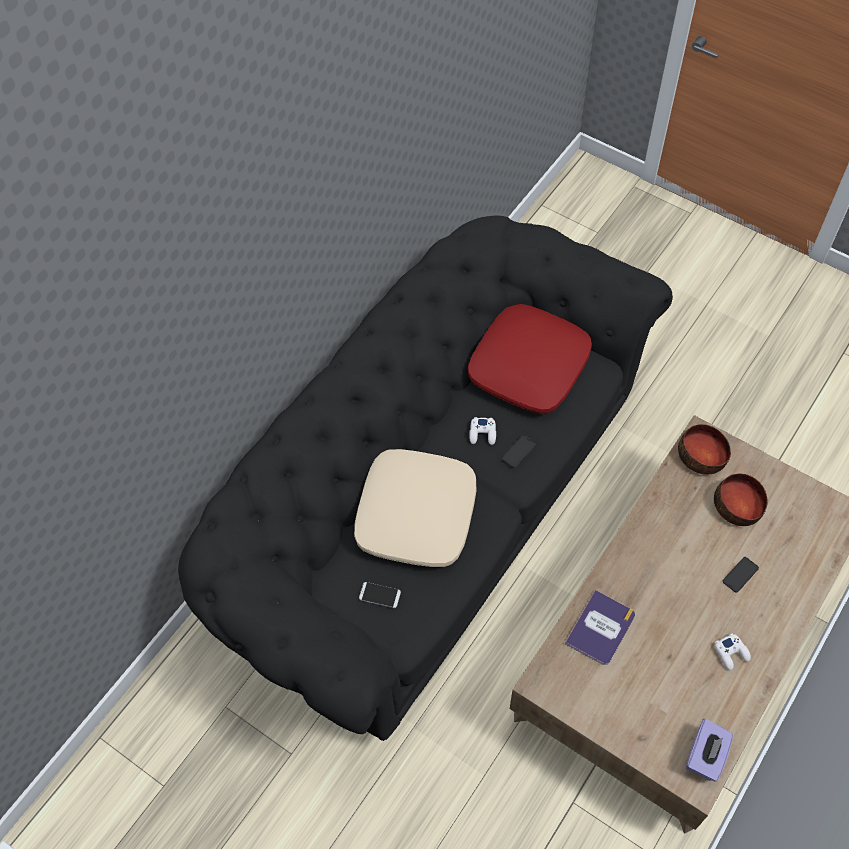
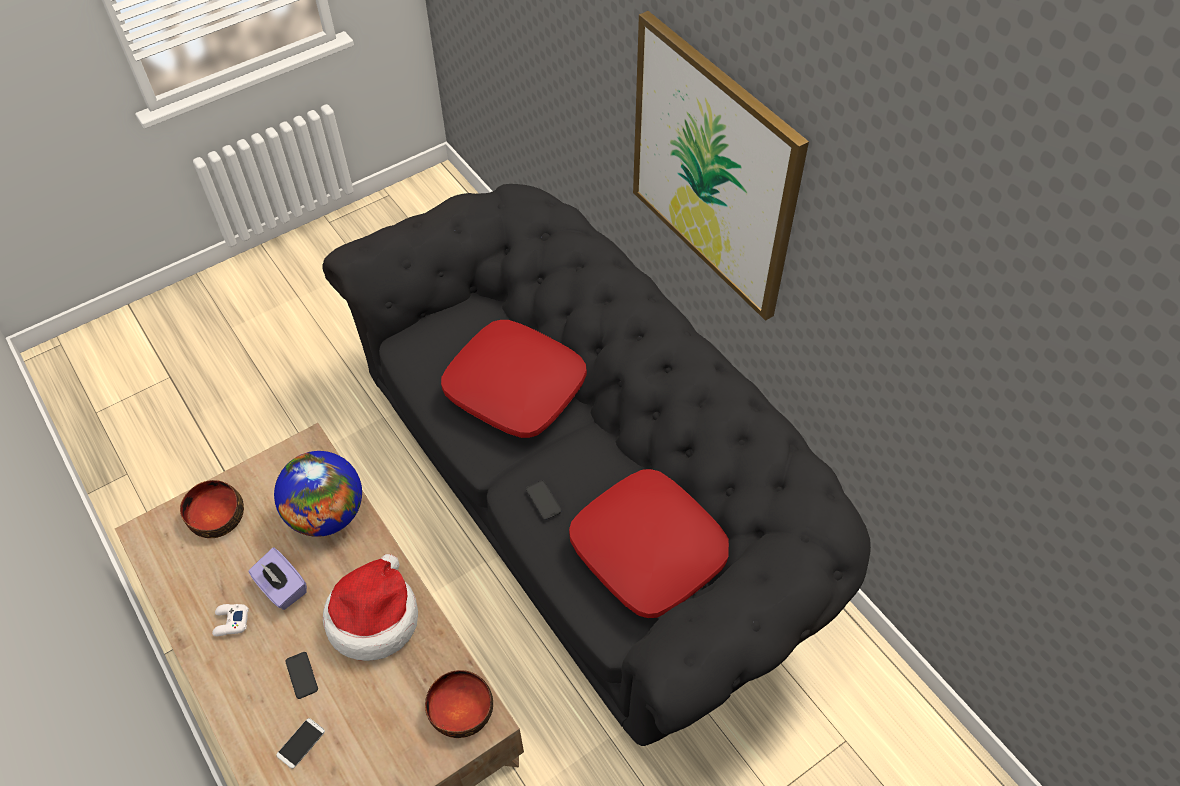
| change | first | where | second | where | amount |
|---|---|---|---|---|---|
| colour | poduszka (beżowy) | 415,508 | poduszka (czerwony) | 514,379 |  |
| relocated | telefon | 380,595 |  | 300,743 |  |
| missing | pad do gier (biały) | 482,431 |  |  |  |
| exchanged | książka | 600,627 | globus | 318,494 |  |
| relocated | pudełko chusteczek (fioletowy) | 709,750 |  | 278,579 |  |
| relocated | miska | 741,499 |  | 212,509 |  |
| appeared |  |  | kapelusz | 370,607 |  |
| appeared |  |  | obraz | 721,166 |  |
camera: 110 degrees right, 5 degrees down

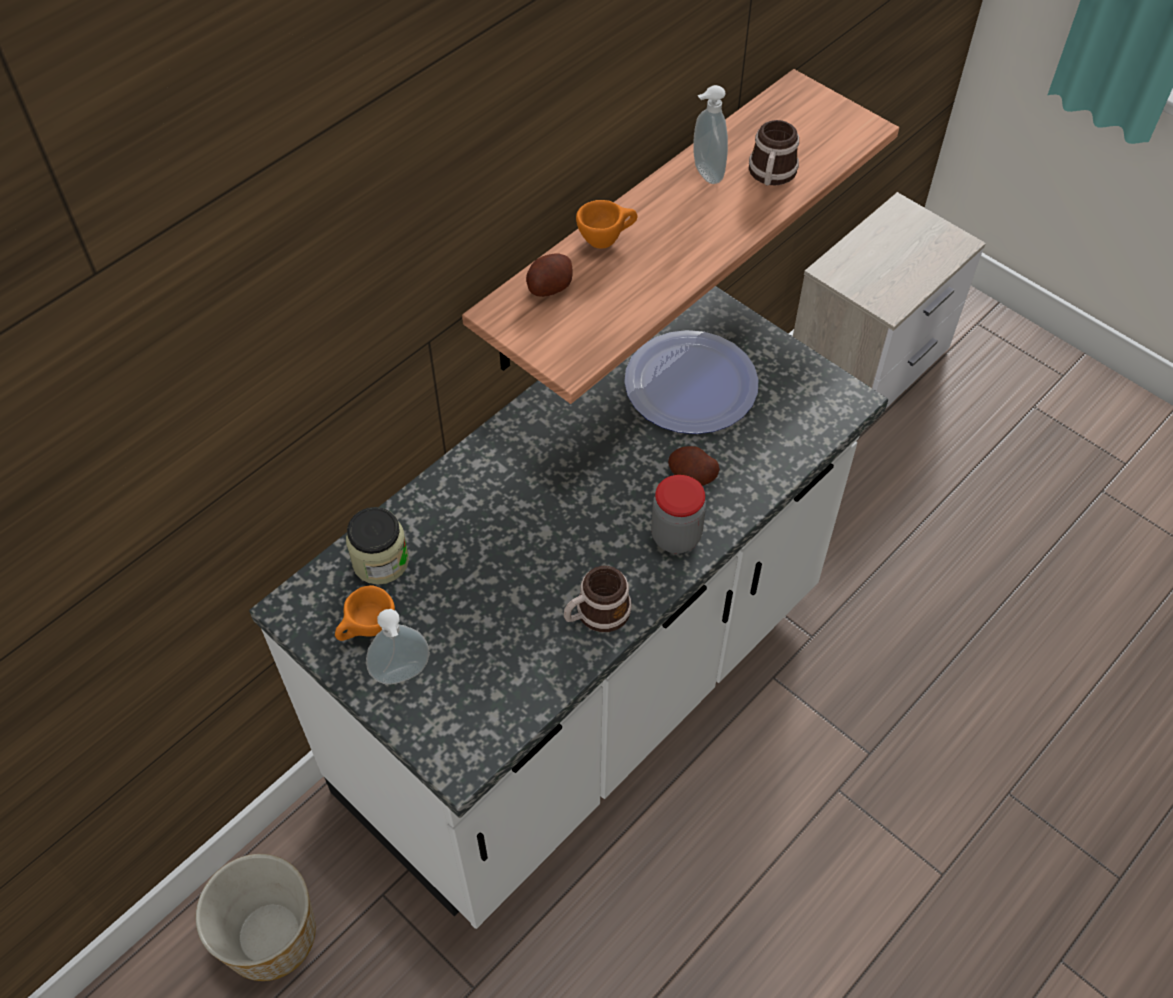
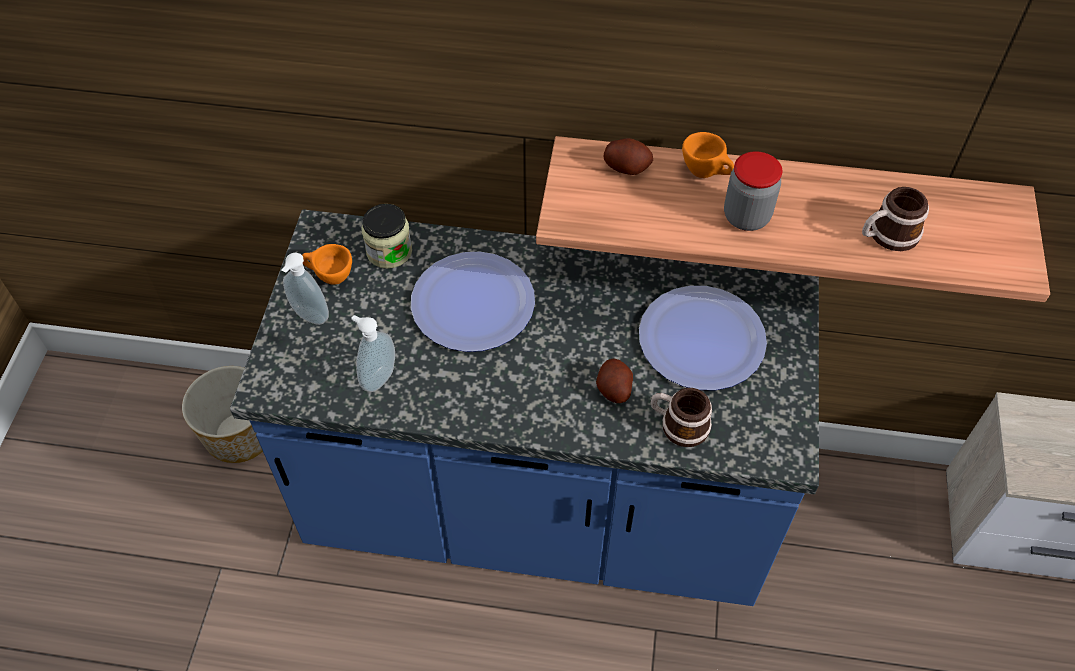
| change | first | where | second | where | amount |
|---|---|---|---|---|---|
| colour | zabudowa kuchenna (biały) | 568,607 | zabudowa kuchenna (niebieski) | 524,407 |  |
| relocated | kubek | 598,599 |  | 681,417 |  |
| relocated | słoik | 678,514 |  | 753,191 |  |
| relocated | dozownik mydła | 710,134 |  | 373,353 |  |
| appeared |  |  | talerz | 473,301 |  |
camera: 55 degrees right, 0 degrees up

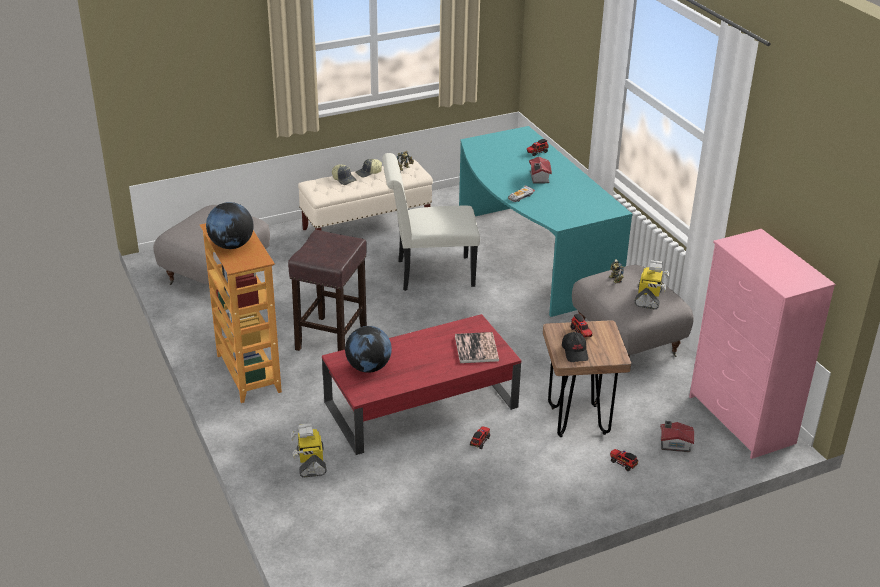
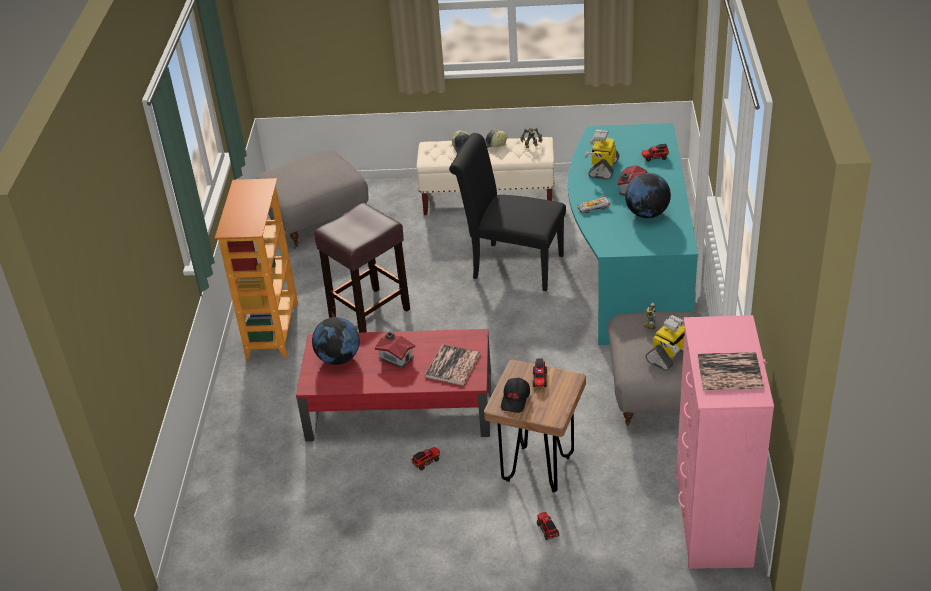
| change | first | where | second | where | amount |
|---|---|---|---|---|---|
| relocated | globus | 230,225 |  | 648,195 |  |
| relocated | robot zabawkowy | 309,450 |  | 602,154 |  |
| colour | krzesło (biały) | 431,222 | krzesło (czarny) | 507,212 |  |
| relocated | domek | 677,436 |  | 395,350 |  |
| appeared |  |  | książka | 730,371 |  |
camera: 30 degrees right, 5 degrees up

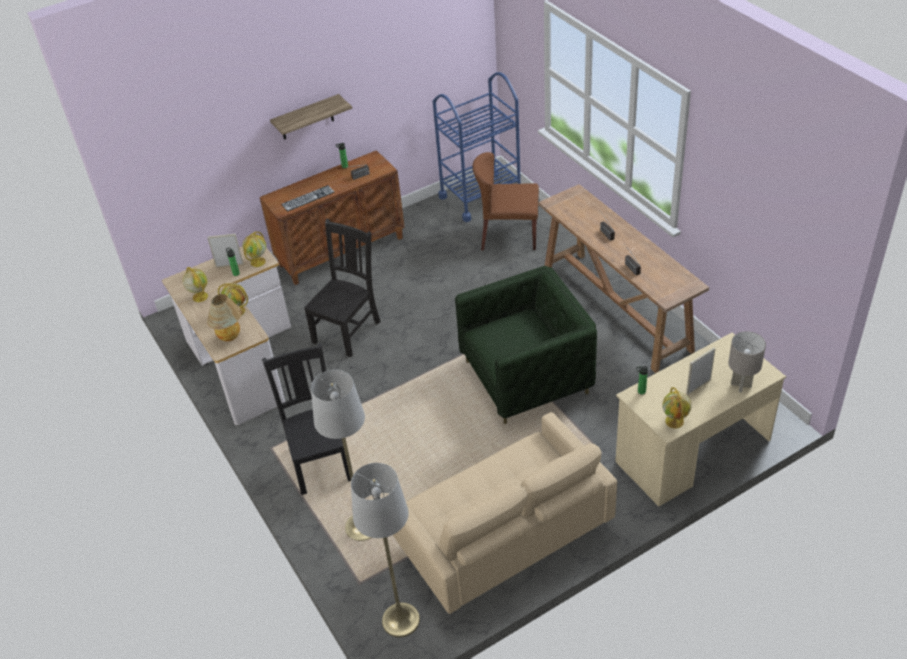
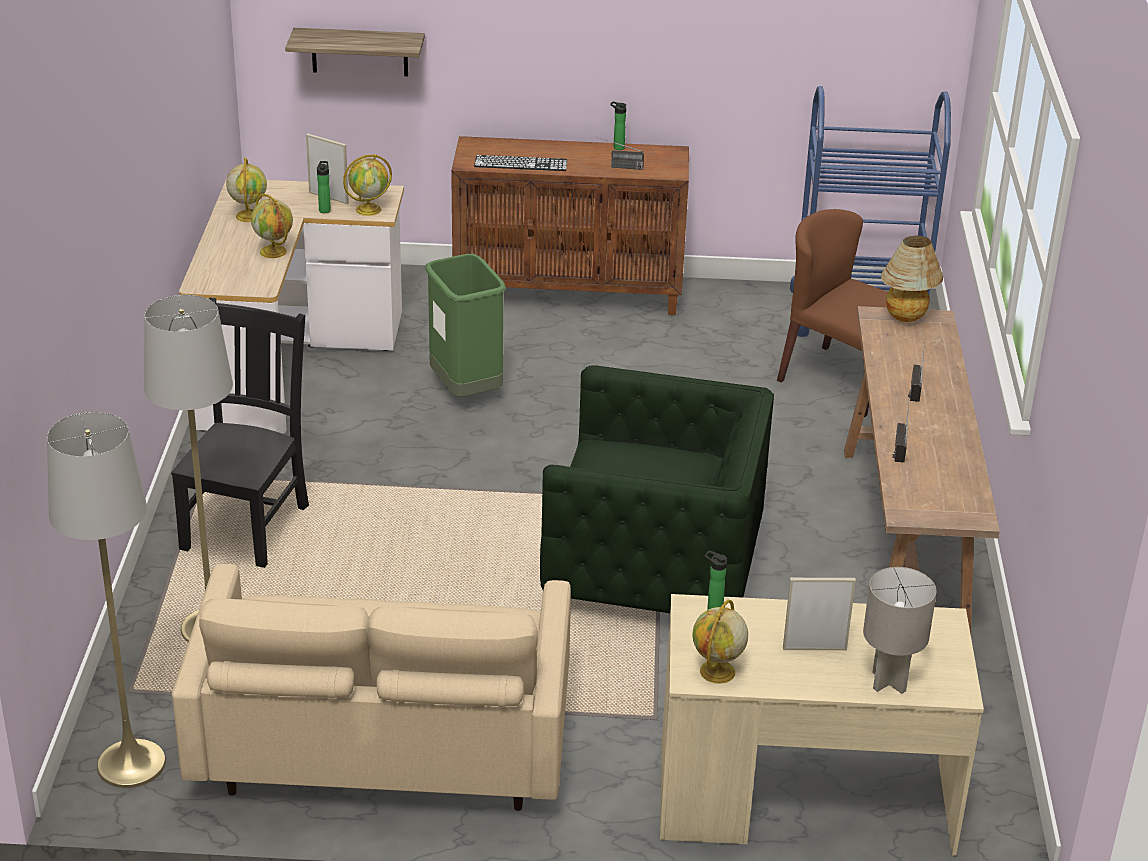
| change | first | where | second | where | amount |
|---|---|---|---|---|---|
| relocated | lampa stołowa | 224,317 |  | 912,279 |  |
| relocated | półka | 311,117 |  | 355,52 |  |
| exchanged | krzesło (czarny) | 342,288 | kosz na śmieci (zielony) | 466,325 |  |
camera: 30 degrees right, 10 degrees down

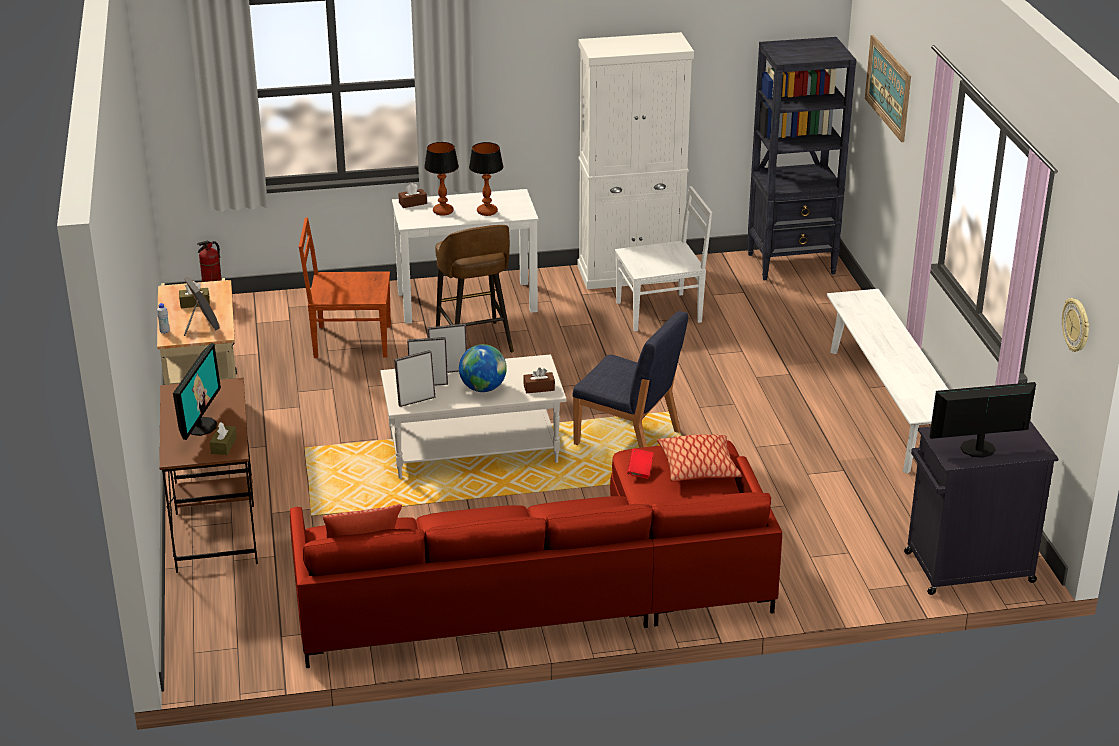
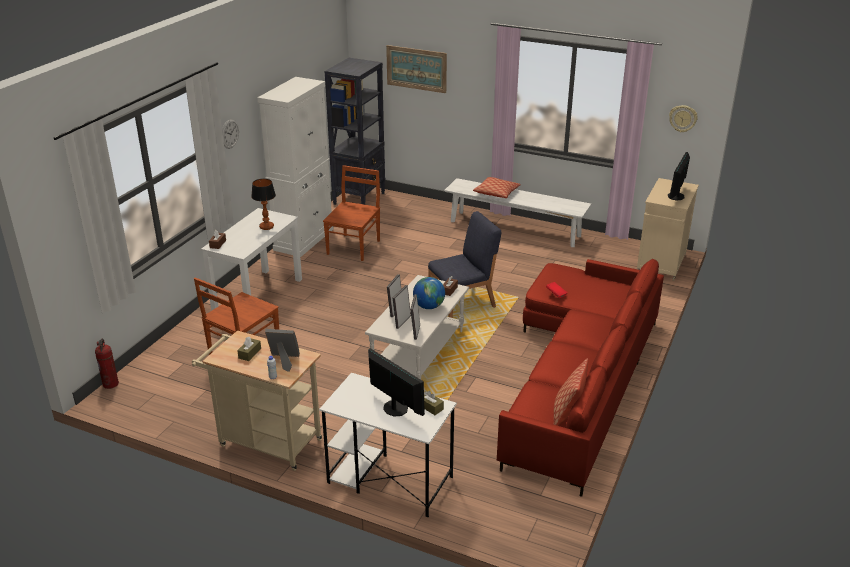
| change | first | where | second | where | amount |
|---|---|---|---|---|---|
| colour | biurko (brązowy) | 208,475 | biurko (biały) | 388,445 |  |
| missing | lampa stołowa | 441,179 |  |  |  |
| missing | stołek (brązowy) | 474,289 |  |  |  |
| colour | krzesło (biały) | 663,259 | krzesło (brązowy) | 351,213 |  |
| relocated | poduszka | 699,458 |  | 497,187 |  |
| colour | szafka (czarny) | 981,508 | szafka (beżowy) | 668,229 |  |
| appeared |  |  | zegar ścienny | 230,134 |  |
camera: 55 degrees left, 0 degrees up

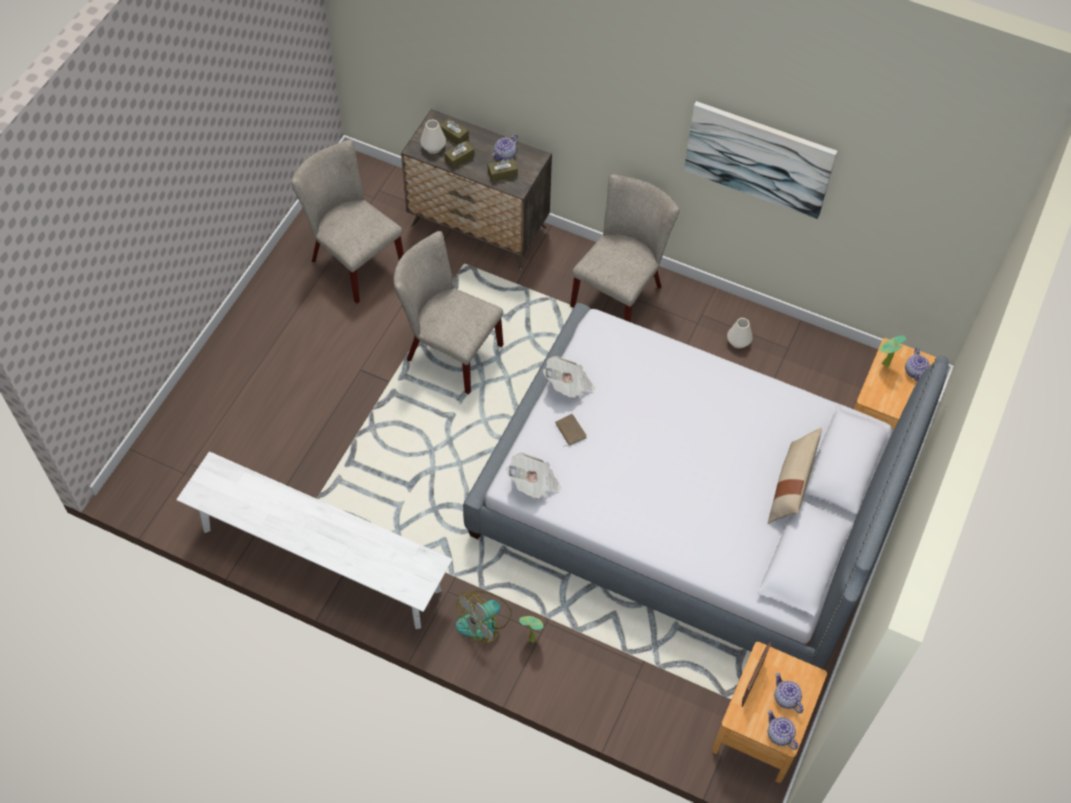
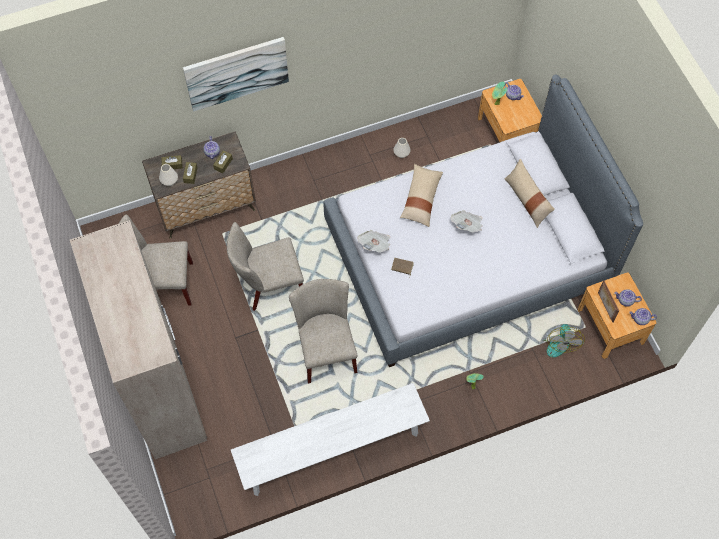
| change | first | where | second | where | amount |
|---|---|---|---|---|---|
| relocated | wentylator | 484,617 |  | 564,341 |  |
| relocated | gazeta | 533,476 |  | 467,221 |  |
| relocated | krzesło (beżowy) | 624,248 |  | 323,331 |  |
| relocated | obraz | 761,160 |  | 236,74 |  |
| appeared |  |  | szafa (beżowy) | 138,339 |  |
| appeared |  |  | poduszka (beżowy) | 421,195 |  |
camera: 45 degrees left, 5 degrees up

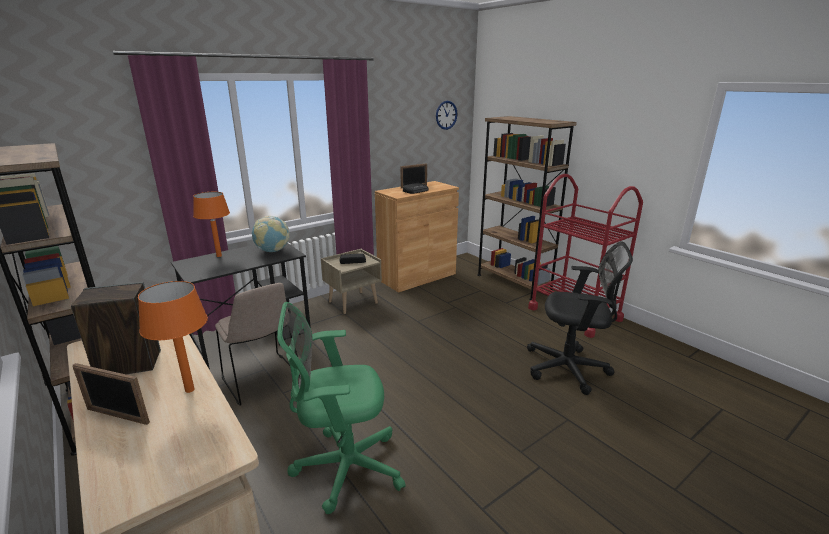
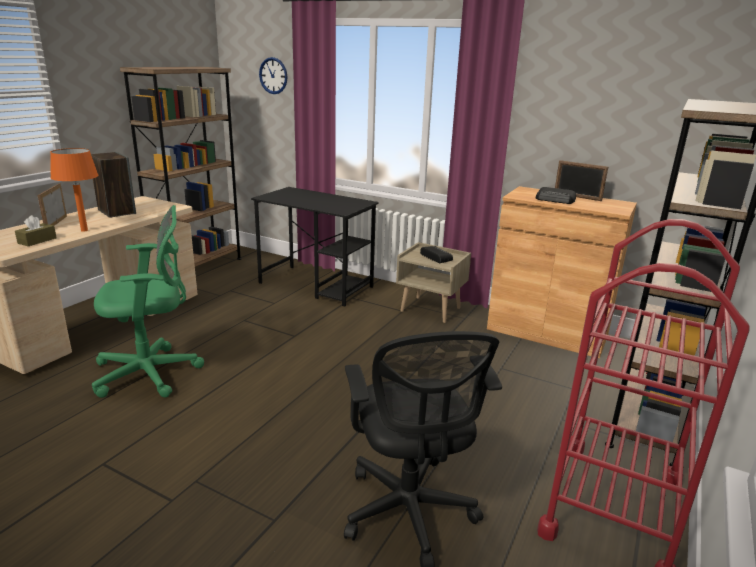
| change | first | where | second | where | amount |
|---|---|---|---|---|---|
| missing | lampa stołowa (pomarańczowy) | 211,224 |  |  |  |
| missing | krzesło (beżowy) | 257,344 |  |  |  |
| missing | globus | 271,234 |  |  |  |
| spun | krzesło biurowe (zielony) | 341,408 |  | 148,301 | 105 degrees clockwise |
| relocated | zegar ścienny | 447,115 |  | 273,75 |  |
| appeared |  |  | pudełko chusteczek (brązowy) | 36,230 |  |
camera: 65 degrees right, 0 degrees up

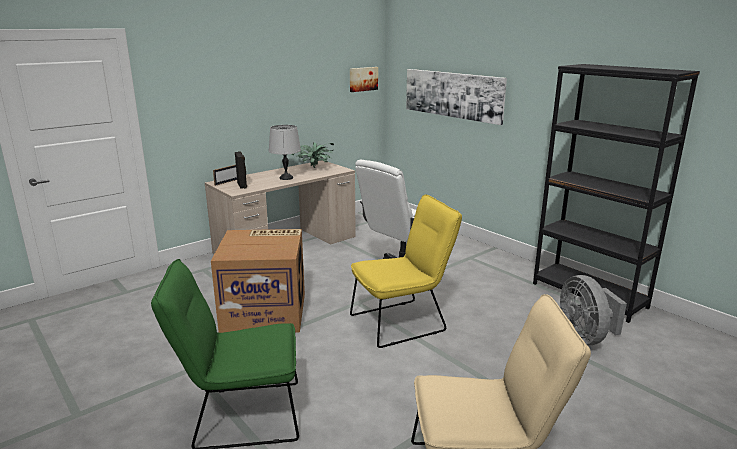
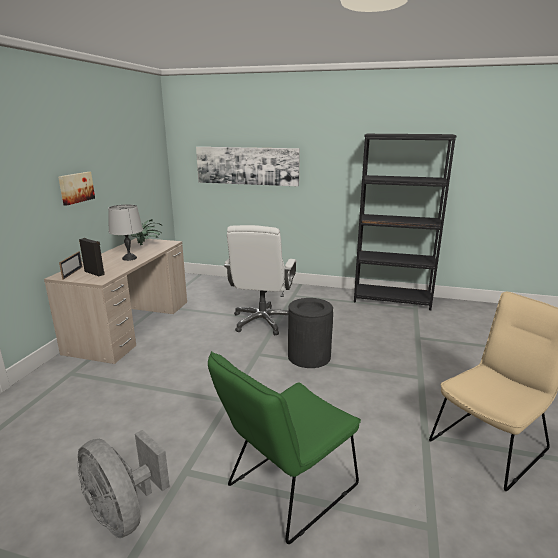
| change | first | where | second | where | amount |
|---|---|---|---|---|---|
| missing | karton | 258,281 |  |  |  |
| relocated | obraz | 364,79 |  | 76,189 |  |
| exchanged | krzesło (żółty) | 406,271 | kosz na śmieci (czarny) | 310,333 |  |
| relocated | wentylator (szary) | 593,310 |  | 123,484 |  |
camera: 35 degrees left, 0 degrees up

